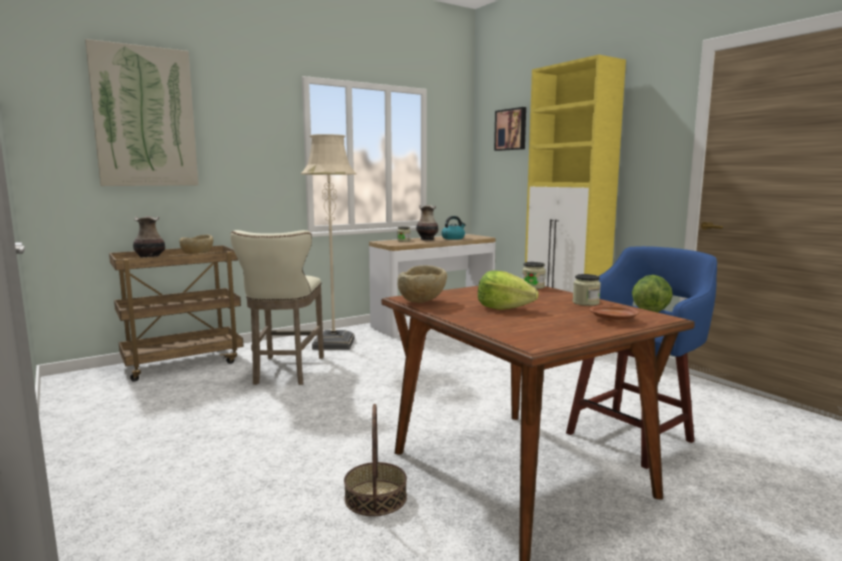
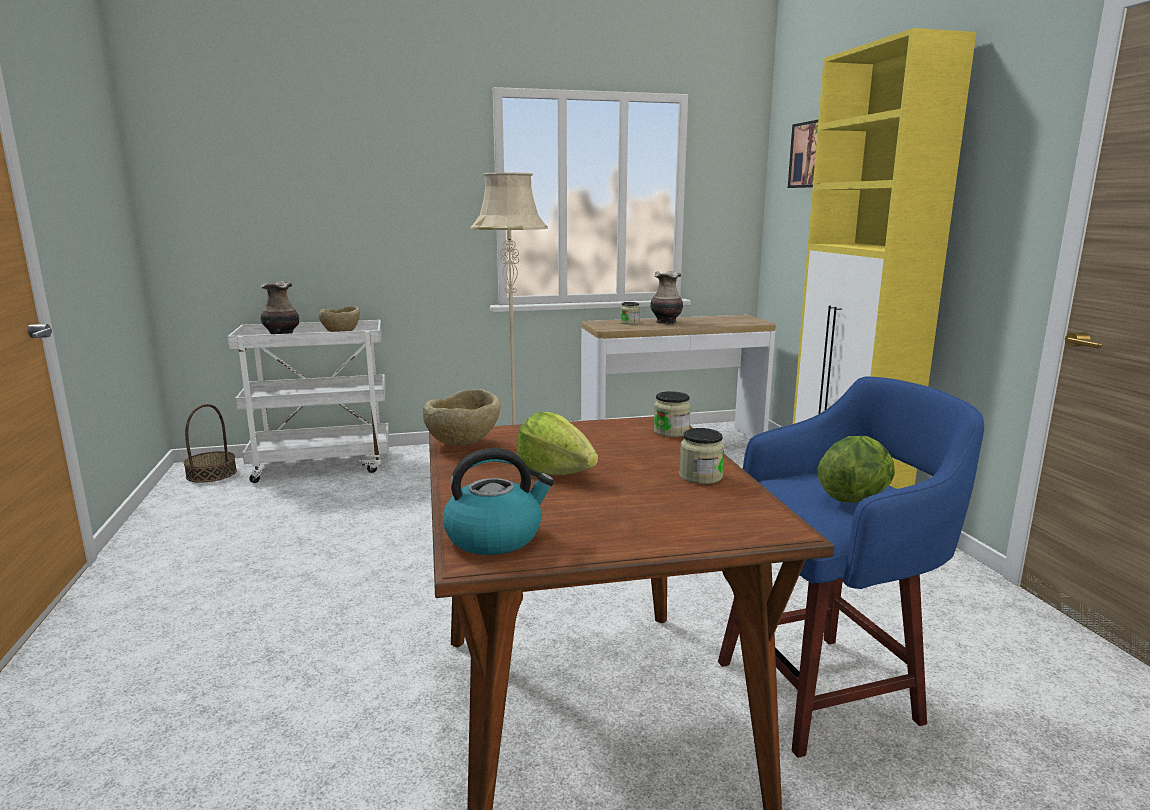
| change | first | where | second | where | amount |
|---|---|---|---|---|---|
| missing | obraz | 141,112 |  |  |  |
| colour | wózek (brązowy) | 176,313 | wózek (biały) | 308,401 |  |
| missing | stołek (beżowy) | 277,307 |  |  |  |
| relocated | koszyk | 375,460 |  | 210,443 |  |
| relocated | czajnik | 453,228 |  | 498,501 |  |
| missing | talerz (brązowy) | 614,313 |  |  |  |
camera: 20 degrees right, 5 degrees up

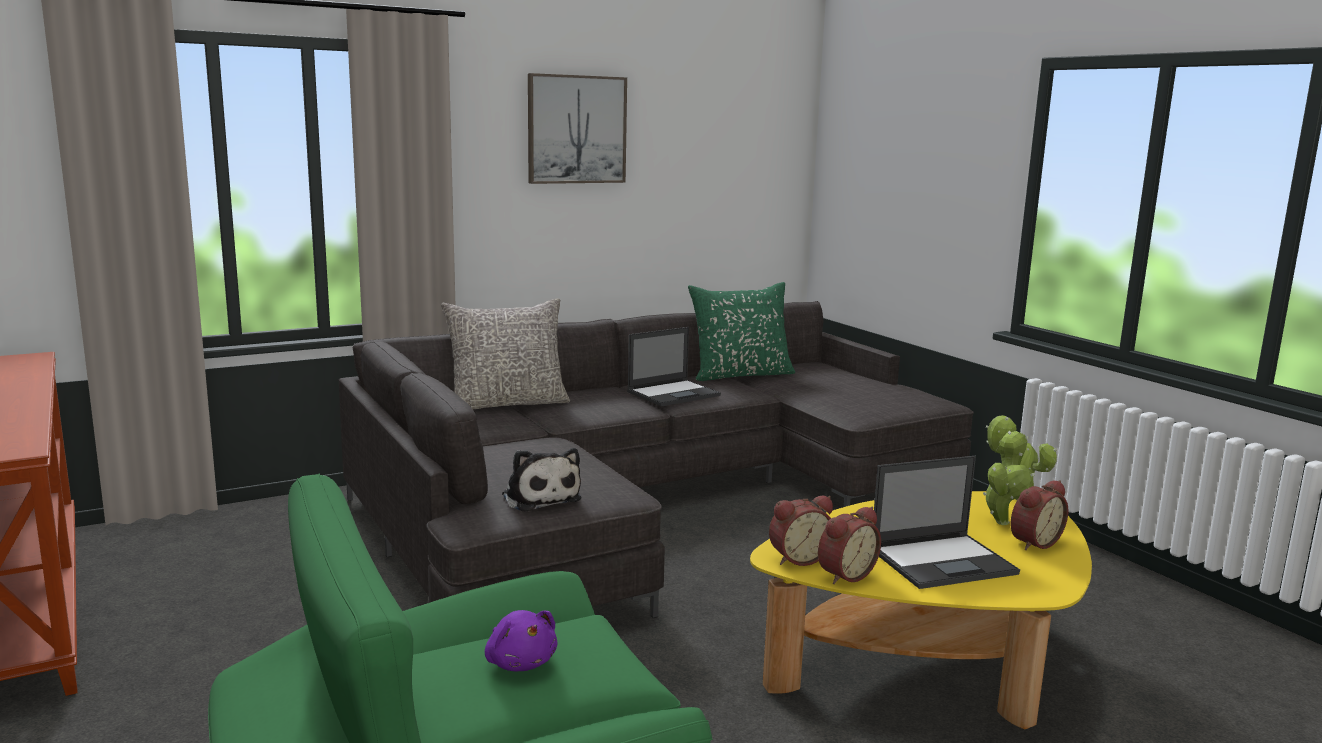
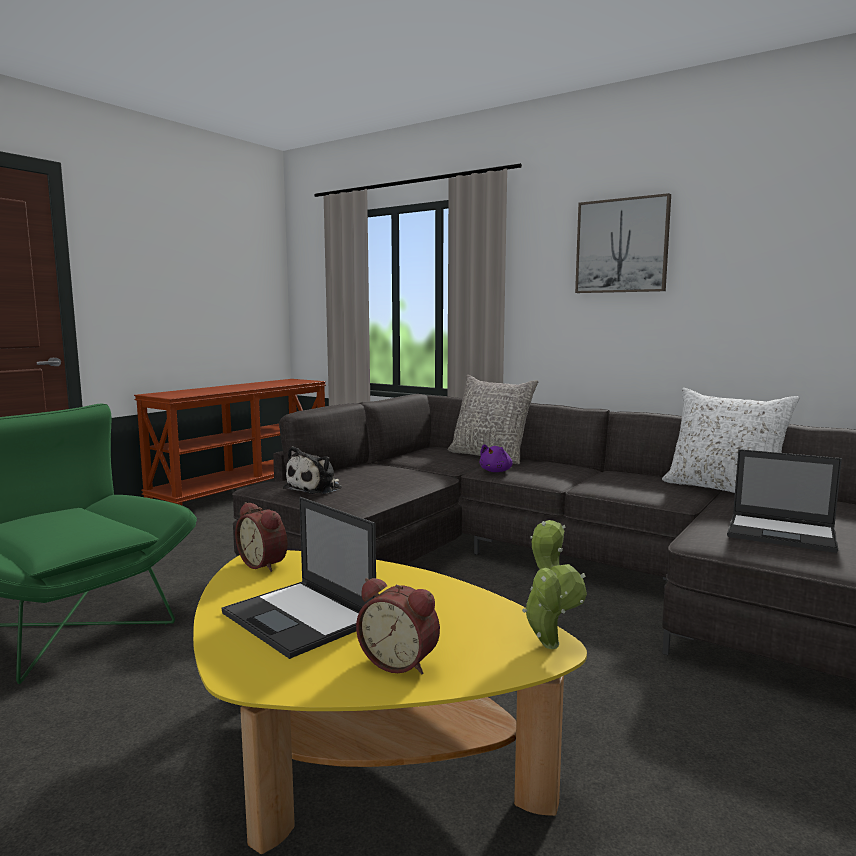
| change | first | where | second | where | amount |
|---|---|---|---|---|---|
| relocated | pluszak (fioletowy) | 521,640 |  | 496,458 |  |
| relocated | laptop | 674,366 |  | 784,501 |  |
| colour | poduszka (zielony) | 741,331 | poduszka (biały) | 731,440 |  |
| missing | budzik | 849,545 |  |  |  |
| missing | roślina doniczkowa | 1009,478 |  |  |  |
camera: 65 degrees right, 5 degrees down

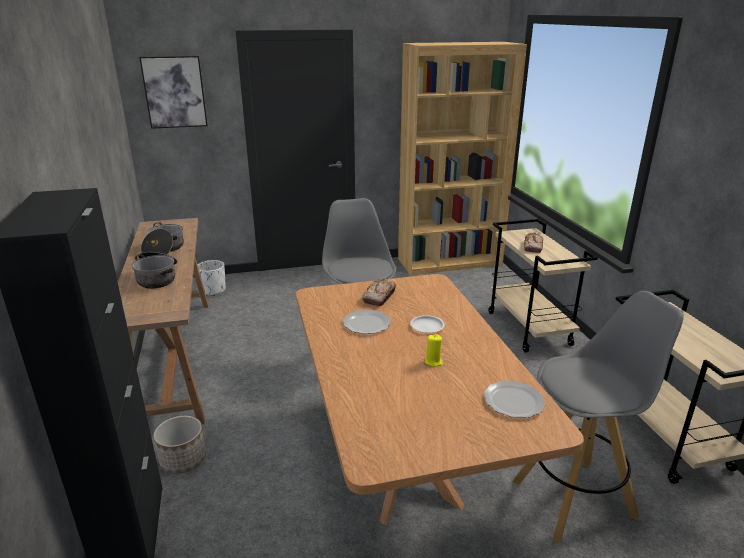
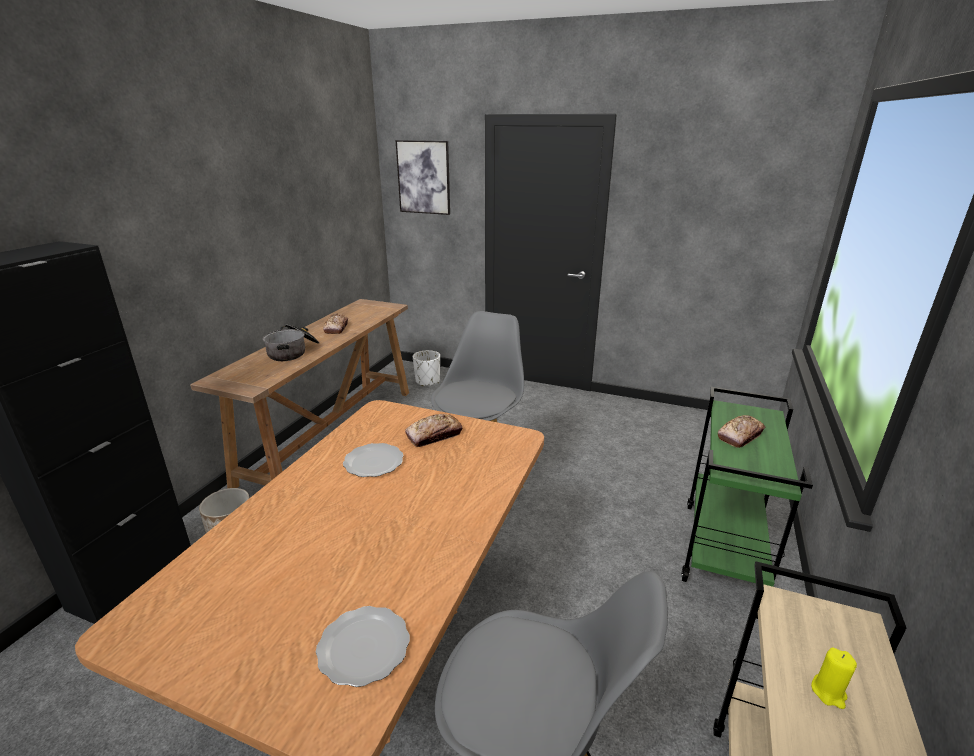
| change | first | where | second | where | amount |
|---|---|---|---|---|---|
| exchanged | garnek | 162,238 | chleb | 335,323 |  |
| missing | regał (brązowy) | 462,158 |  |  |  |
| missing | talerz (biały) | 427,324 |  |  |  |
| relocated | świeca (żółty) | 434,350 |  | 834,678 |  |
| colour | wózek (beżowy) | 543,285 | wózek (zielony) | 747,487 |  |
camera: 35 degrees right, 0 degrees up

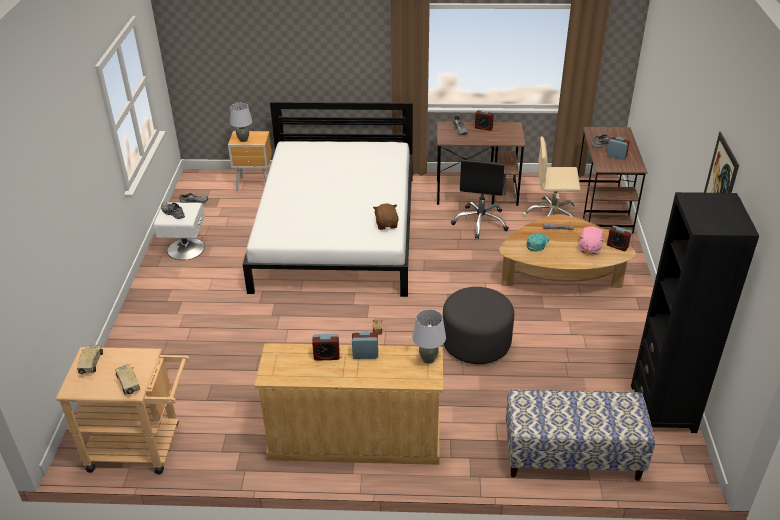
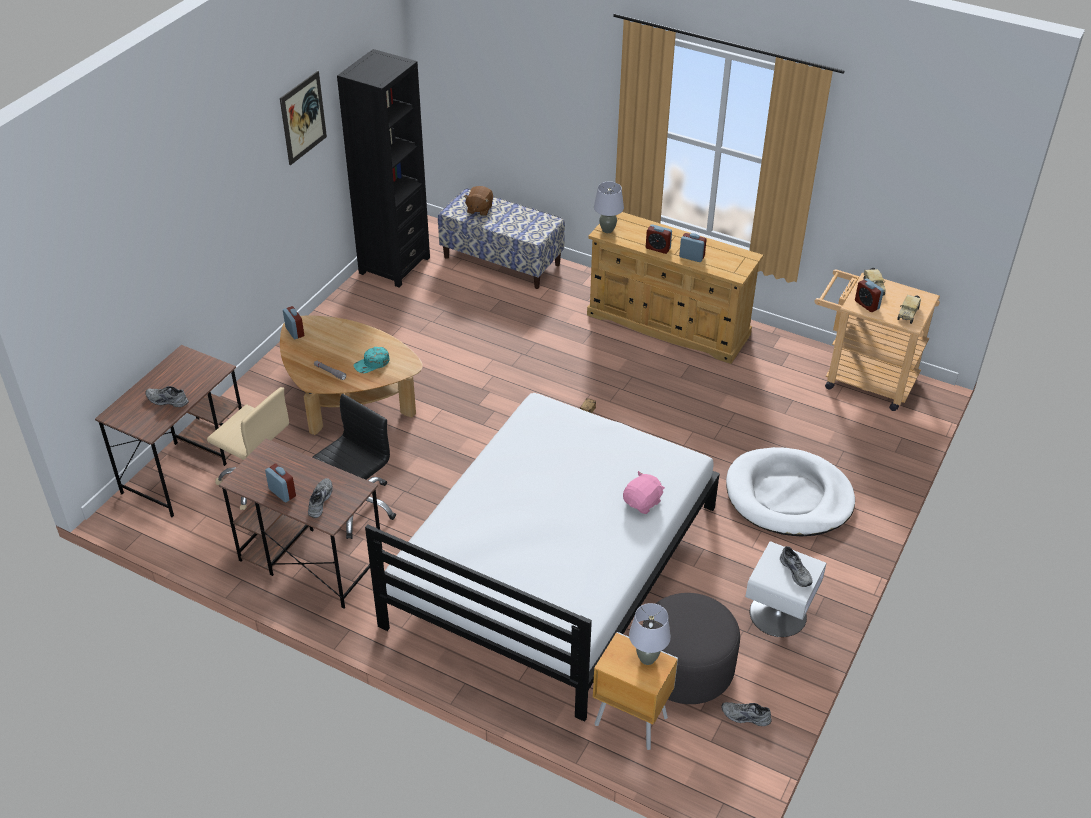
| change | first | where | second | where | amount |
|---|---|---|---|---|---|
| relocated | pluszak (brązowy) | 386,216 |  | 478,201 |  |
| relocated | pufa (szary) | 478,325 |  | 691,648 |  |
| relocated | pluszak (różowy) | 591,240 |  | 644,492 |  |
| relocated | budzik | 618,148 |  | 869,295 |  |
| appeared |  |  | legowisko (biały) | 790,492 |  |
camera: 155 degrees left, 5 degrees up

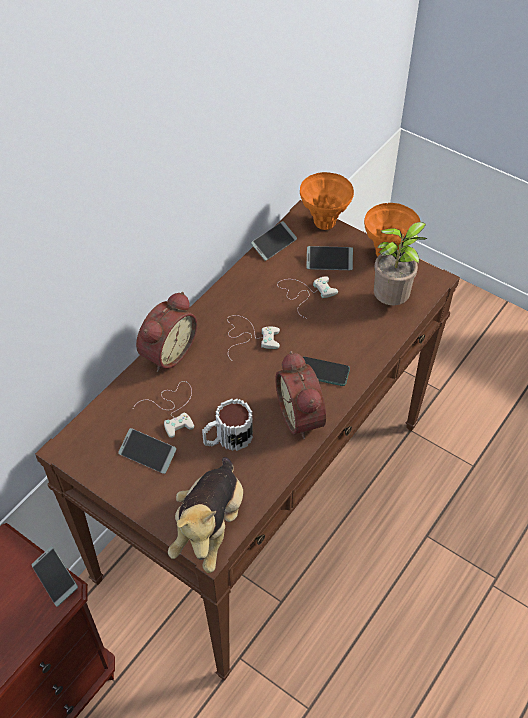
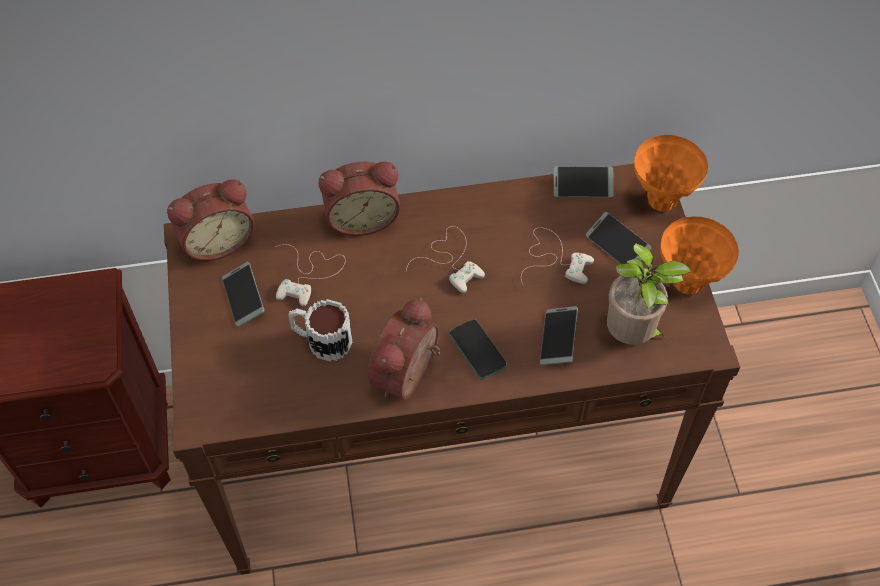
| change | first | where | second | where | amount |
|---|---|---|---|---|---|
| relocated | telefon | 55,576 |  | 559,335 |  |
| missing | pluszak | 205,515 |  |  |  |
| appeared |  |  | budzik | 211,220 |  |
camera: 45 degrees right, 5 degrees up

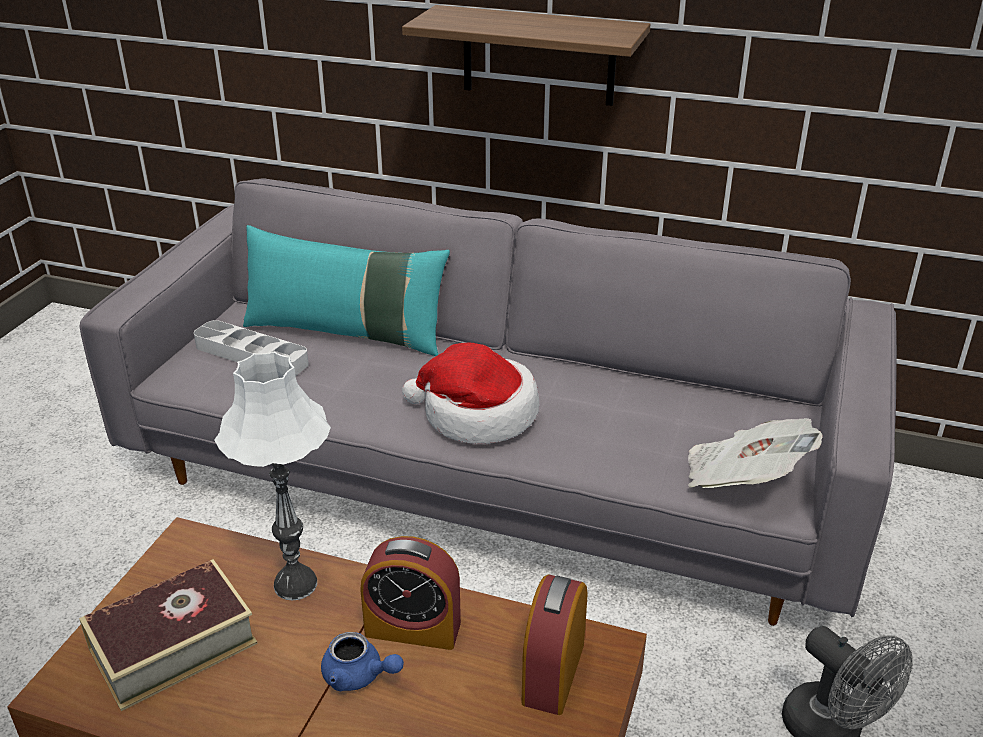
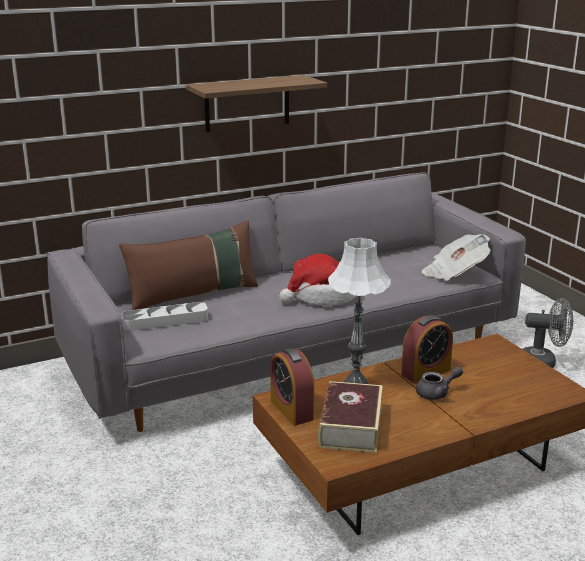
| change | first | where | second | where | amount |
|---|---|---|---|---|---|
| colour | poduszka (turkusowy) | 346,290 | poduszka (brązowy) | 188,265 |  |
| colour | imbryk (niebieski) | 362,661 | imbryk (szary) | 439,383 |  |
| relocated | budzik | 554,645 |  | 292,386 |  |
camera: 45 degrees left, 10 degrees down

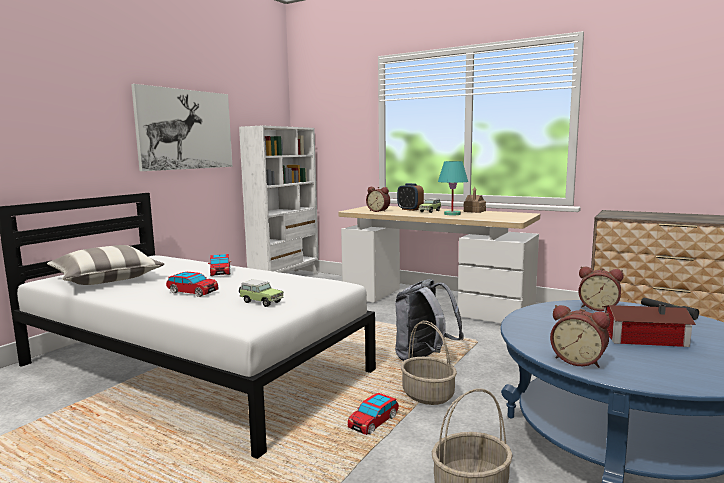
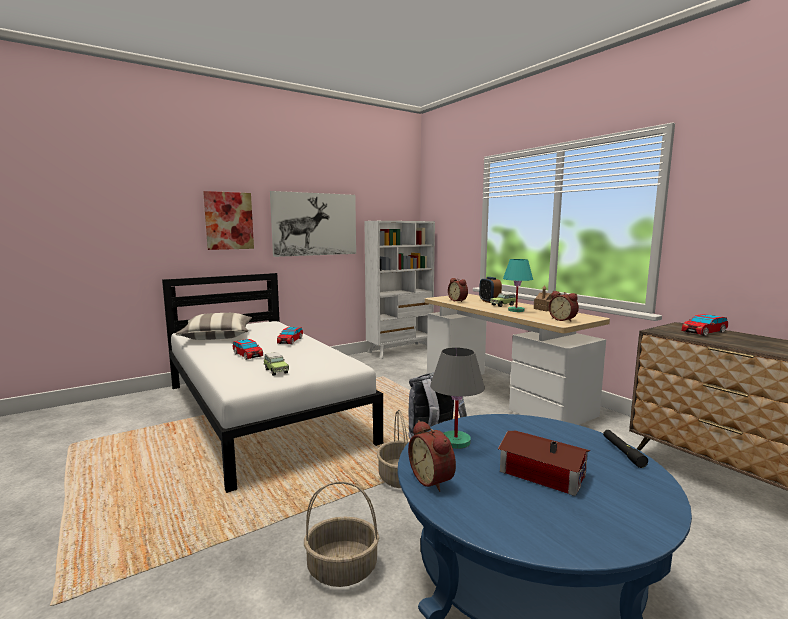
| change | first | where | second | where | amount |
|---|---|---|---|---|---|
| relocated | samochodzik | 373,414 |  | 705,325 |  |
| relocated | budzik | 601,288 |  | 564,306 |  |
| appeared |  |  | obraz | 228,220 |  |
| appeared |  |  | lampa stołowa (szary) | 457,398 |  |
camera: 25 degrees right, 0 degrees up

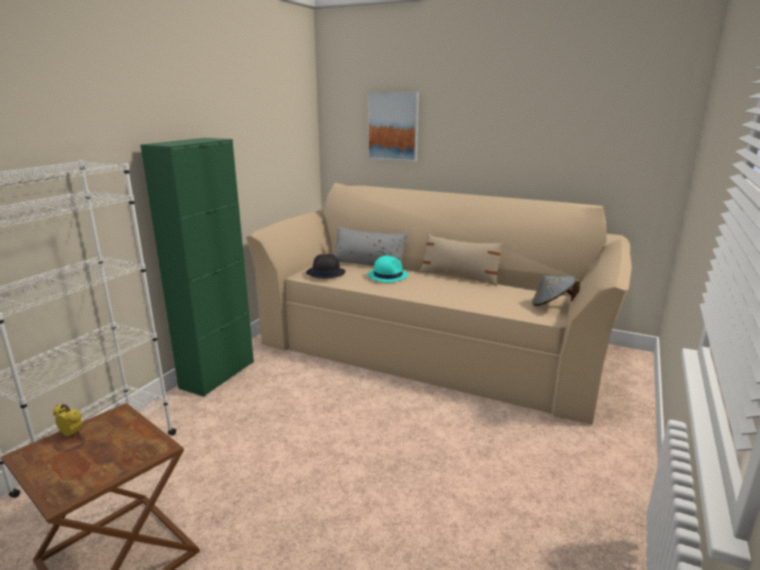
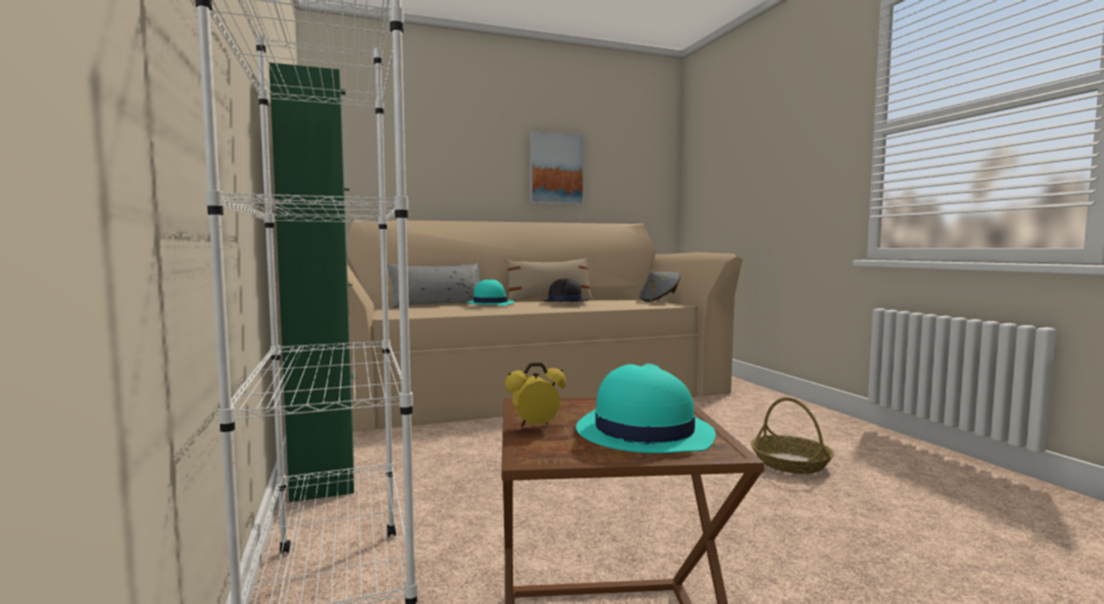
| change | first | where | second | where | amount |
|---|---|---|---|---|---|
| relocated | kapelusz (czarny) | 325,266 |  | 565,290 |  |
| relocated | obraz | 393,127 |  | 557,168 |  |
| appeared |  |  | kapelusz (turkusowy) | 646,408 |  |
| appeared |  |  | koszyk | 792,435 |  |
camera: 45 degrees left, 15 degrees down

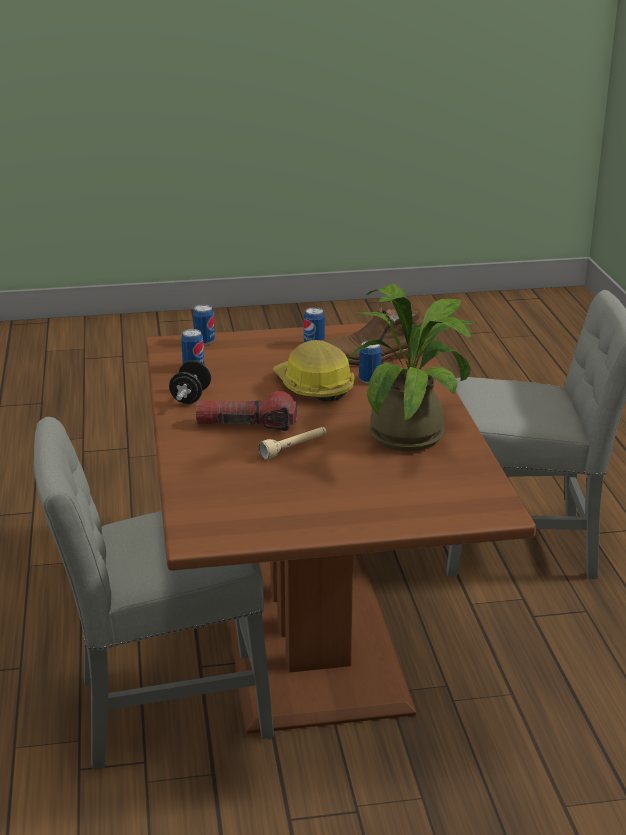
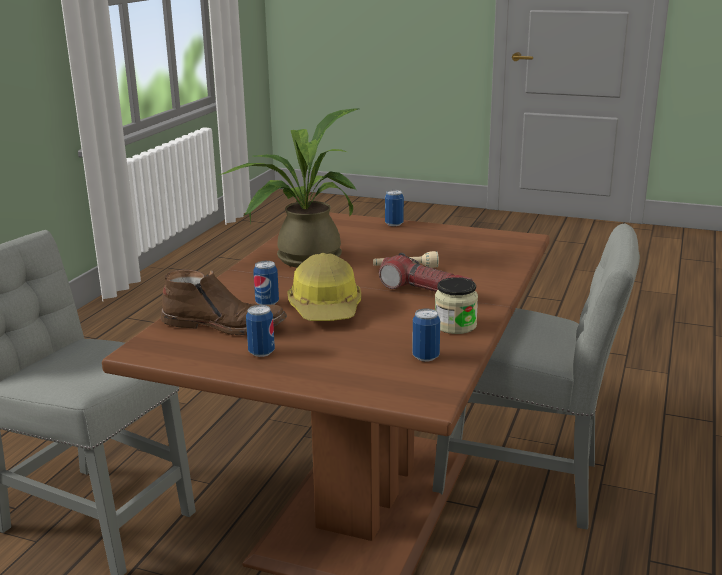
| change | first | where | second | where | amount |
|---|---|---|---|---|---|
| exchanged | hantel (czarny) | 190,382 | słoik | 456,305 |  |
| relocated | puszka | 204,324 |  | 394,208 |  |
camera: 150 degrees left, 5 degrees down

